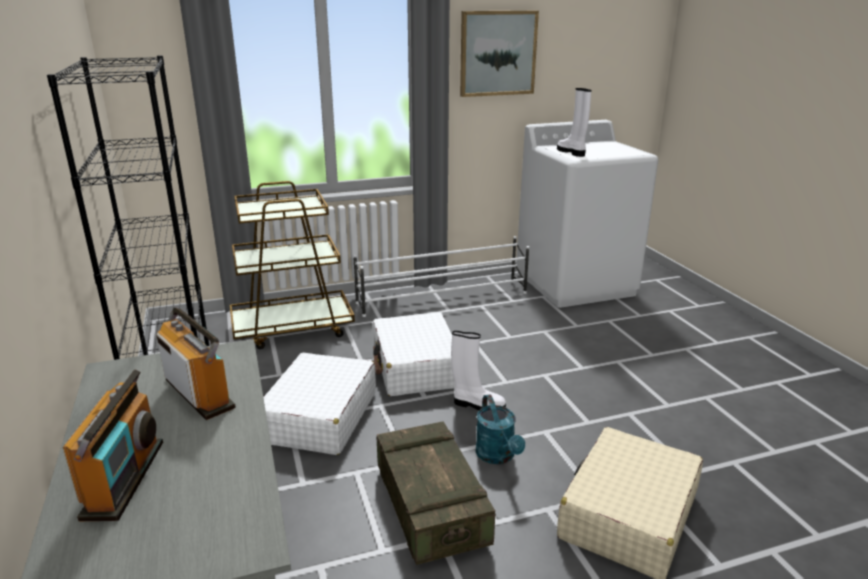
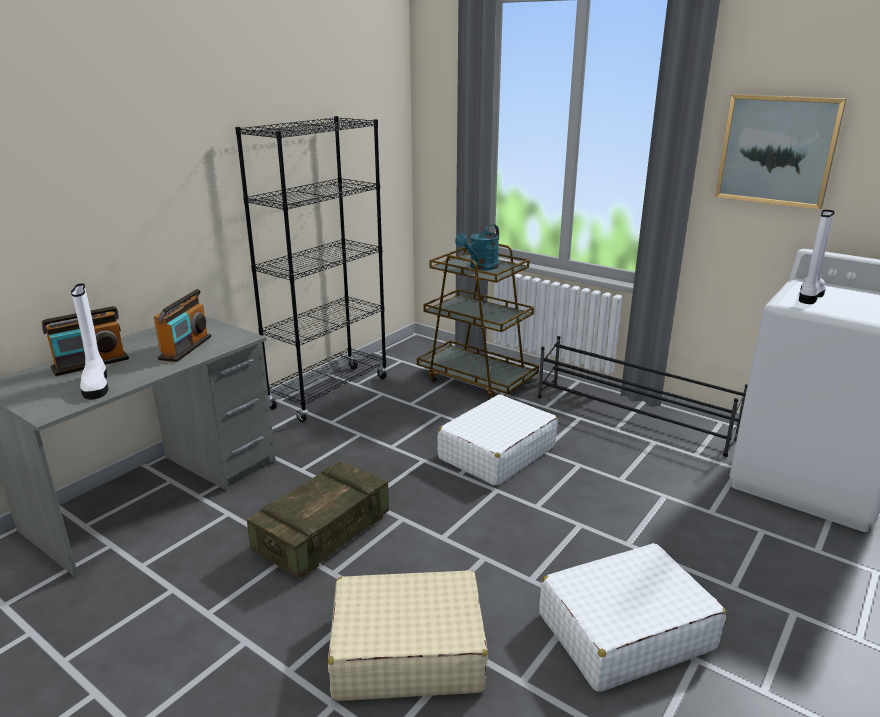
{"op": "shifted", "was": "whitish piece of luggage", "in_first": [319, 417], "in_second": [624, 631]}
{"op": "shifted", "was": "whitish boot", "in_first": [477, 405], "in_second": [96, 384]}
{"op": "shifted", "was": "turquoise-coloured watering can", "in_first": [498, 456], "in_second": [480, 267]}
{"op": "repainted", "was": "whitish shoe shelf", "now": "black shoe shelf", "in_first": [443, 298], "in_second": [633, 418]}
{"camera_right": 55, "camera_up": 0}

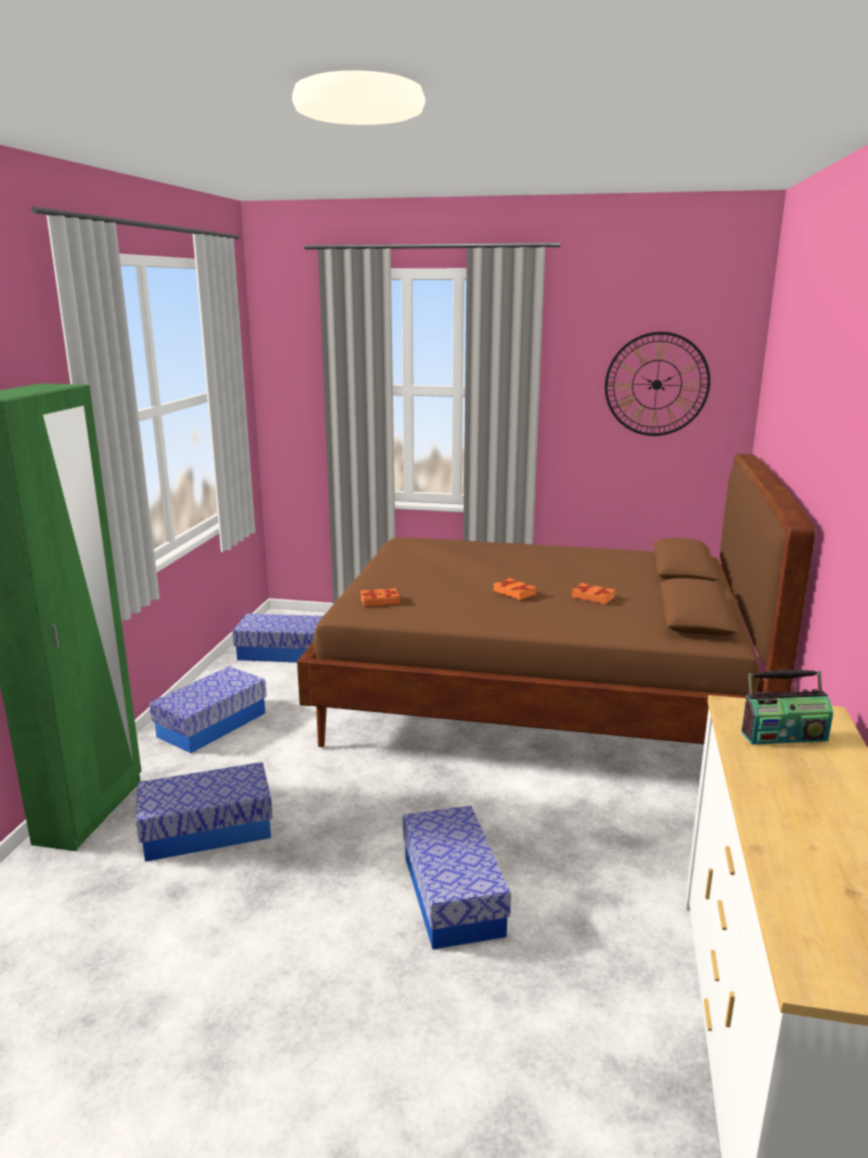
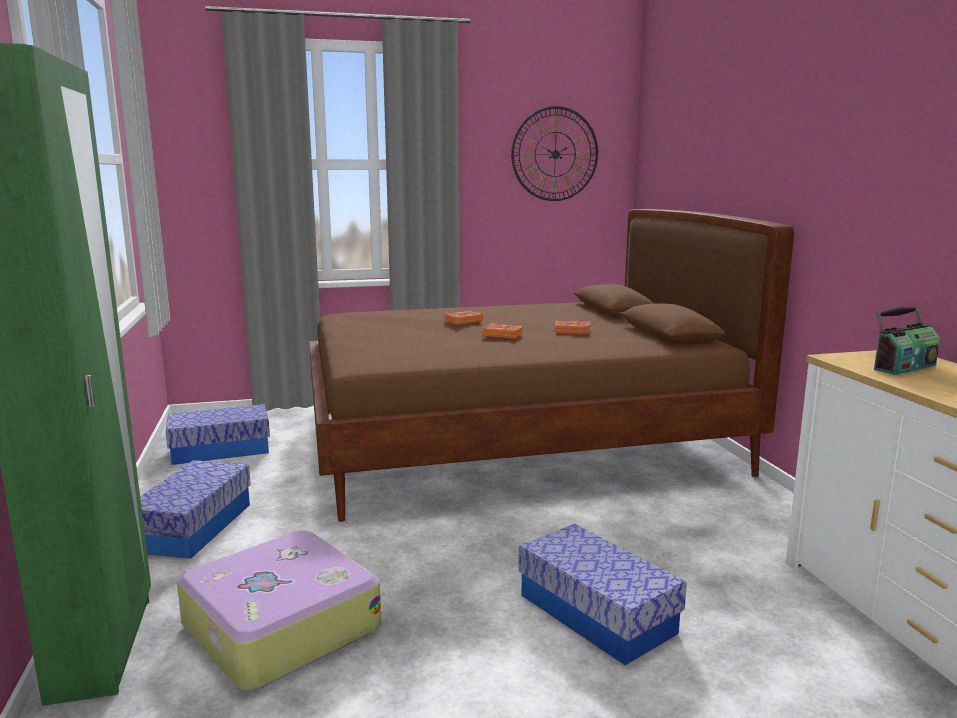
{"op": "shifted", "was": "orangey volume", "in_first": [380, 601], "in_second": [463, 321]}
{"op": "swapped", "was": "storage bin", "now": "piece of luggage", "in_first": [207, 830], "in_second": [279, 626]}
{"camera_right": -25, "camera_up": -5}

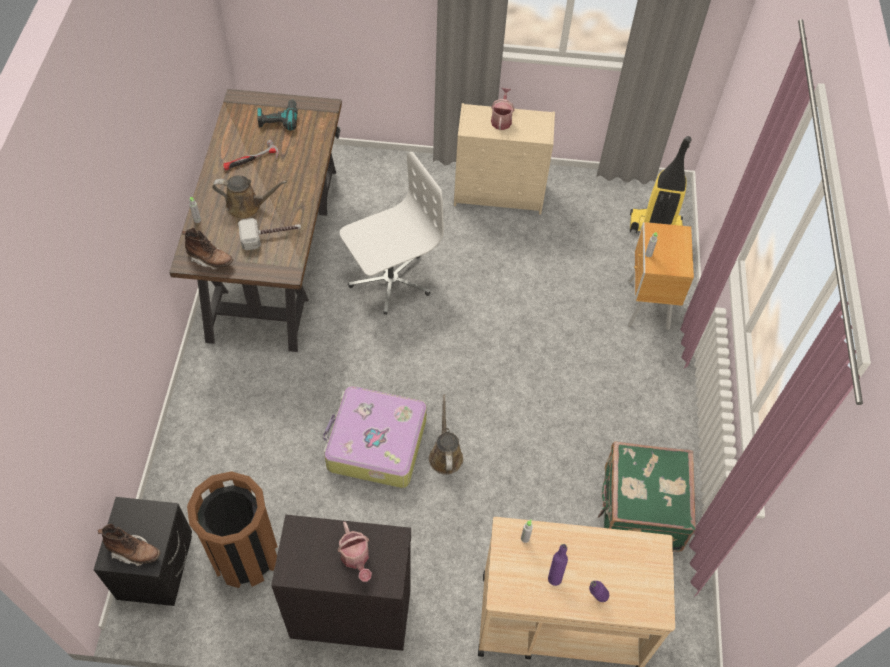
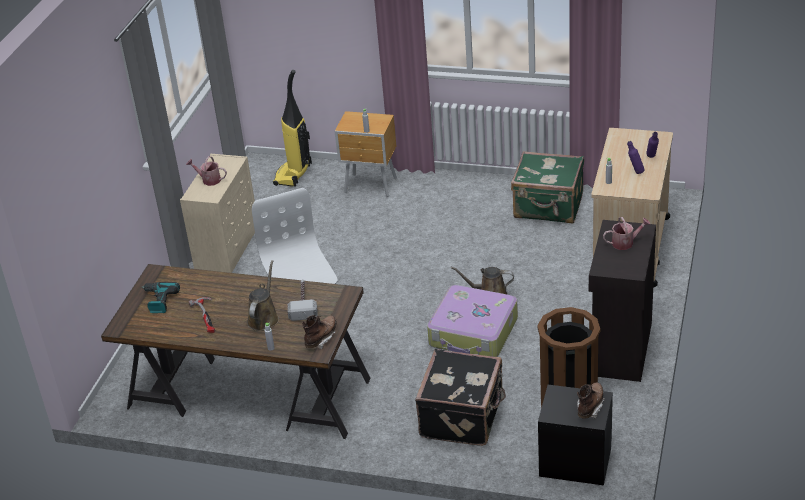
{"op": "new", "now": "black piece of luggage", "in_second": [463, 417]}
{"camera_right": -75, "camera_up": -20}

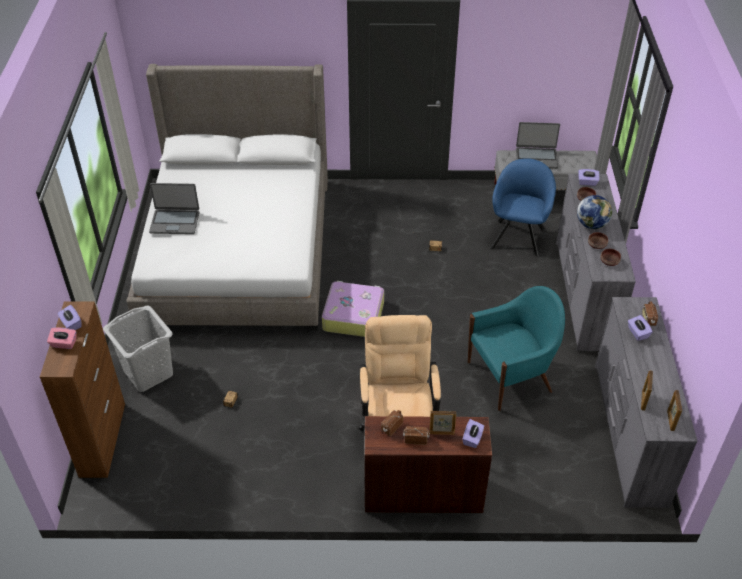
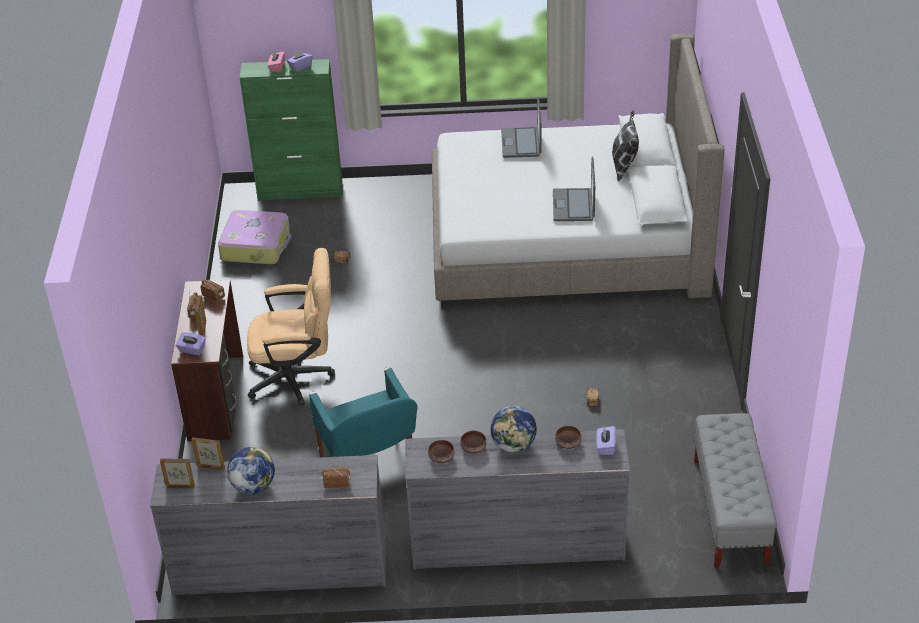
{"op": "gone", "was": "gray laundry basket", "in_first": [148, 372]}
{"op": "gone", "was": "blue lounge chair", "in_first": [518, 235]}
{"op": "gone", "was": "purple-coloured tissue holder", "in_first": [637, 333]}
{"op": "new", "now": "world globe", "in_second": [253, 486]}
{"op": "new", "now": "throw pillow", "in_second": [624, 166]}
{"op": "shifted", "was": "piece of luggage", "in_first": [353, 315], "in_second": [256, 245]}
{"op": "shifted", "was": "laptop", "in_first": [536, 158], "in_second": [574, 206]}
{"op": "repainted", "was": "brown-coloured cabinet", "now": "green-coloured cabinet", "in_first": [103, 439], "in_second": [300, 191]}
{"camera_right": 90, "camera_up": -5}

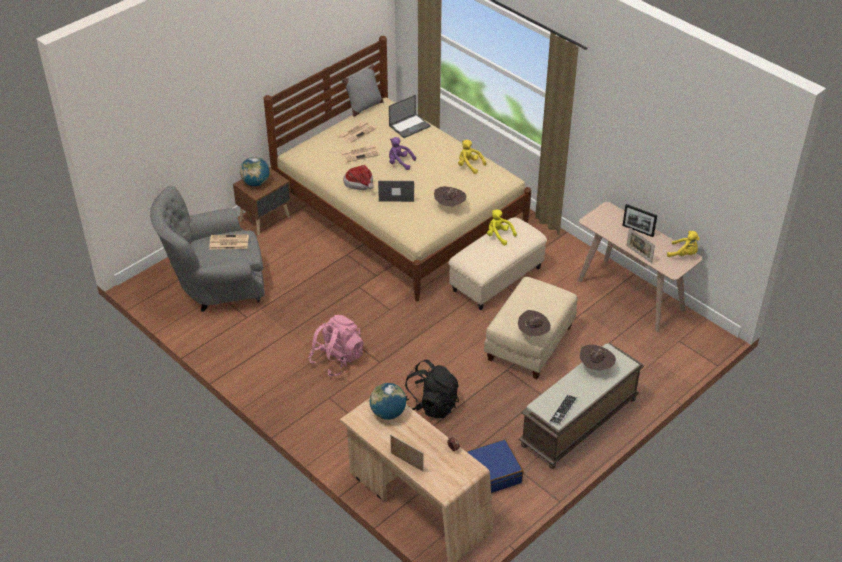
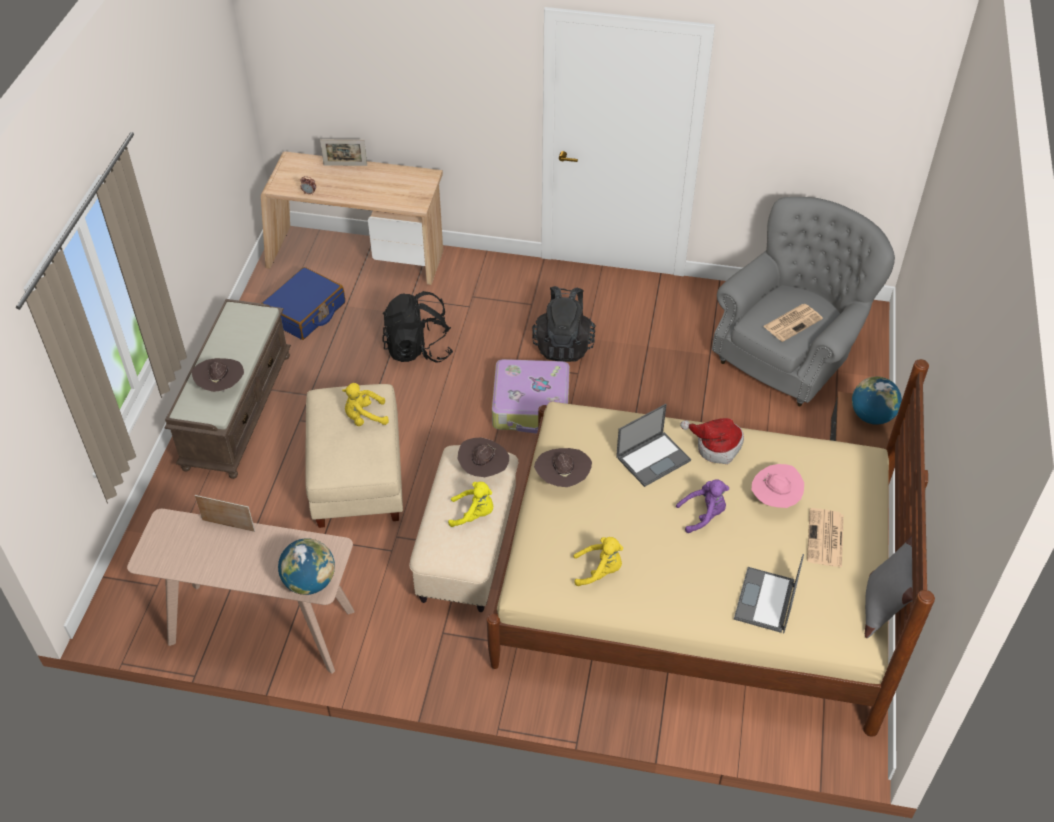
{"op": "gone", "was": "keyboard", "in_first": [563, 410]}
{"op": "gone", "was": "standing frame", "in_first": [638, 231]}
{"op": "new", "now": "piece of luggage", "in_second": [531, 405]}
{"op": "shifted", "was": "world globe", "in_first": [388, 413], "in_second": [310, 582]}
{"op": "shifted", "was": "brown-coloured clothing hat", "in_first": [533, 333], "in_second": [483, 470]}
{"op": "shifted", "was": "yellow soft toy", "in_first": [684, 254], "in_second": [364, 417]}
{"op": "swapped", "was": "newspaper", "now": "pink-coloured clothing hat", "in_first": [360, 153], "in_second": [775, 500]}
{"op": "repainted", "was": "pink-coloured backpack", "now": "black backpack", "in_first": [337, 359], "in_second": [563, 344]}
{"camera_right": 145, "camera_up": 5}

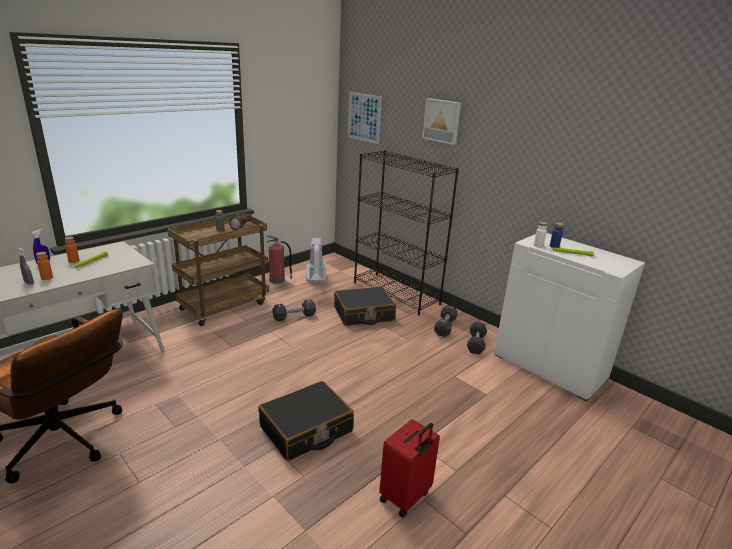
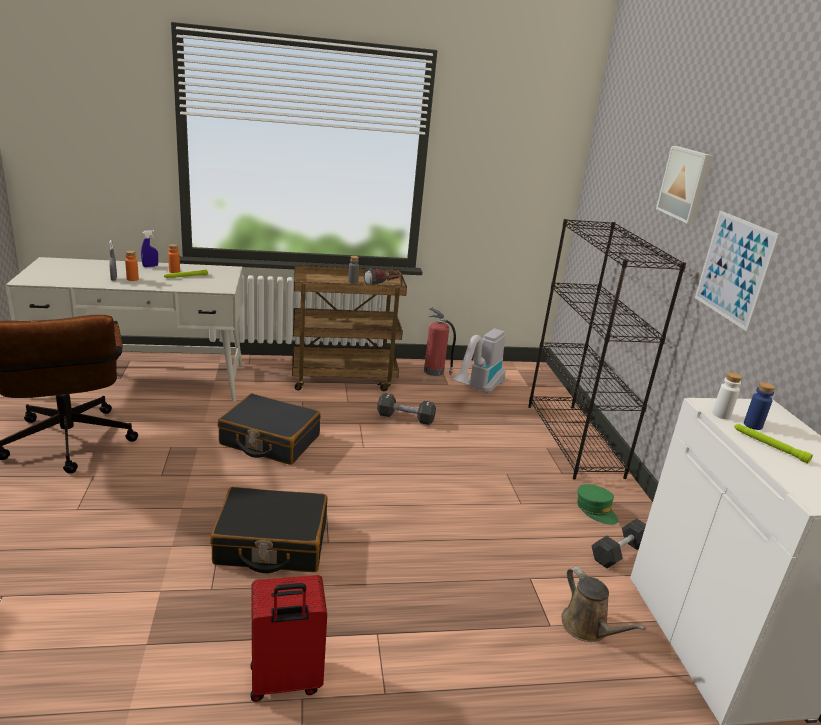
{"op": "new", "now": "brown-coloured watering can", "in_second": [587, 628]}
{"op": "shifted", "was": "black piece of luggage", "in_first": [364, 314], "in_second": [269, 440]}
{"op": "shifted", "was": "wall art", "in_first": [364, 117], "in_second": [733, 269]}
{"op": "swapped", "was": "black dumbbell", "now": "green-coloured cap", "in_first": [445, 327], "in_second": [595, 510]}
{"camera_right": 35, "camera_up": 0}

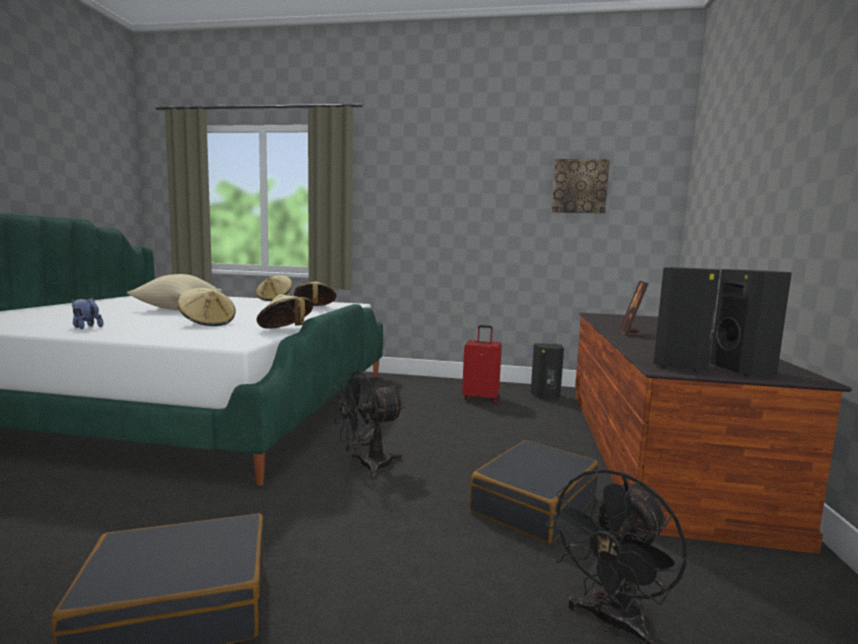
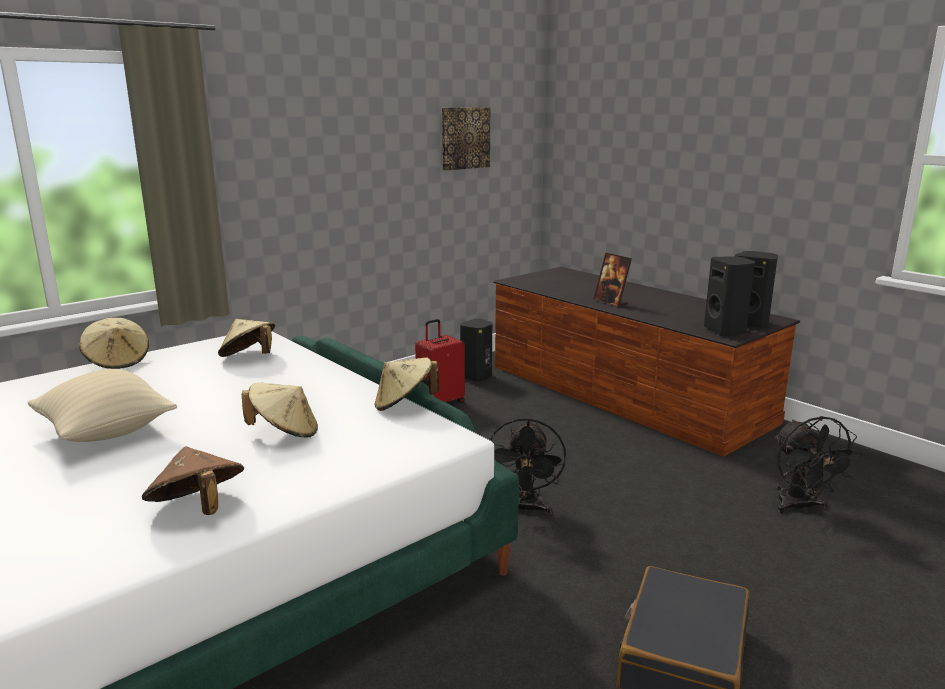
{"op": "gone", "was": "black piece of luggage", "in_first": [533, 504]}
{"op": "swapped", "was": "soft toy", "now": "brown-coloured clothing hat", "in_first": [86, 327], "in_second": [197, 510]}
{"camera_right": -50, "camera_up": 10}

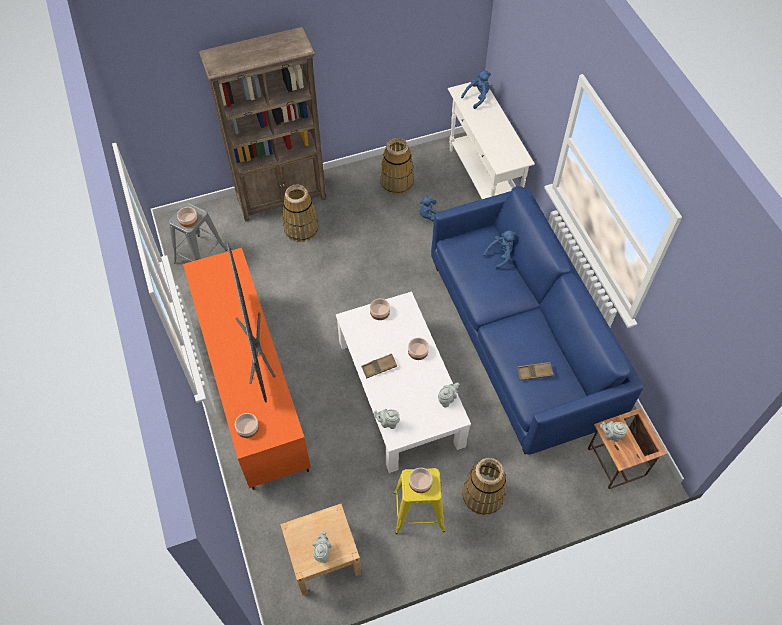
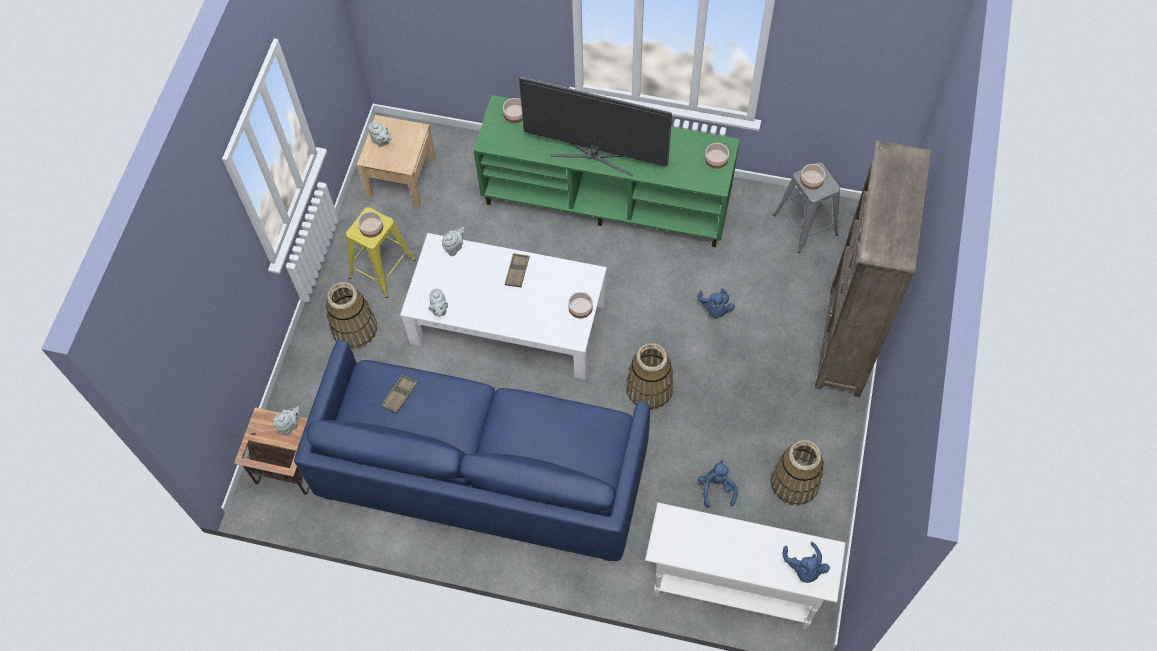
{"op": "shifted", "was": "basket", "in_first": [301, 228], "in_second": [649, 388]}
{"op": "shifted", "was": "serving bowl", "in_first": [417, 351], "in_second": [716, 159]}
{"op": "shifted", "was": "blue soft toy", "in_first": [500, 255], "in_second": [715, 309]}
{"op": "repainted", "was": "orangey media console", "now": "green-coloured media console", "in_first": [252, 387], "in_second": [607, 200]}
{"camera_right": 125, "camera_up": 5}

